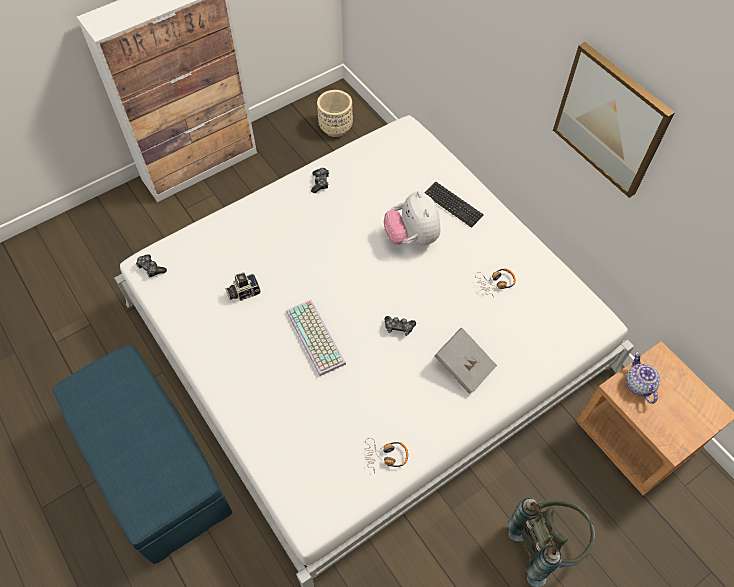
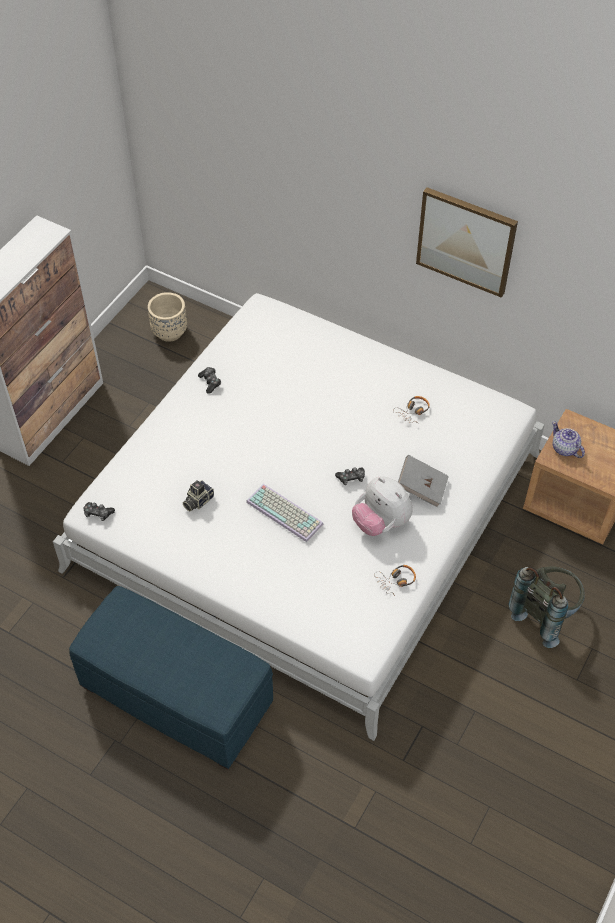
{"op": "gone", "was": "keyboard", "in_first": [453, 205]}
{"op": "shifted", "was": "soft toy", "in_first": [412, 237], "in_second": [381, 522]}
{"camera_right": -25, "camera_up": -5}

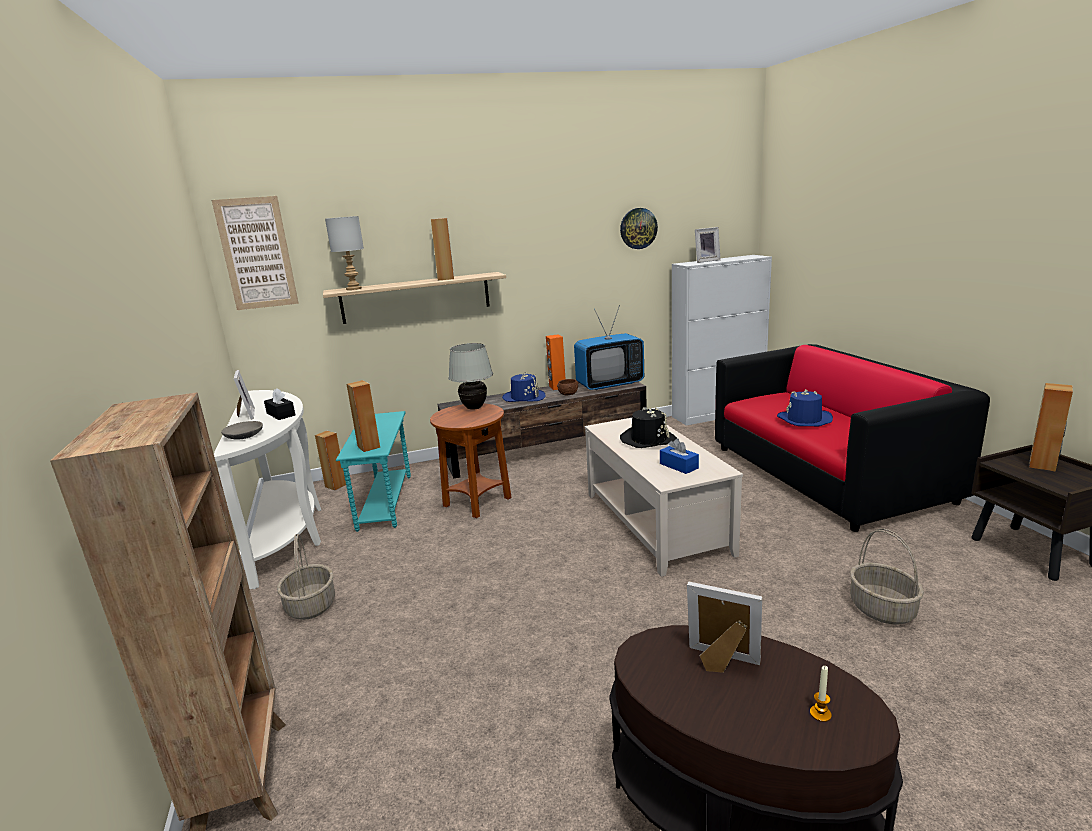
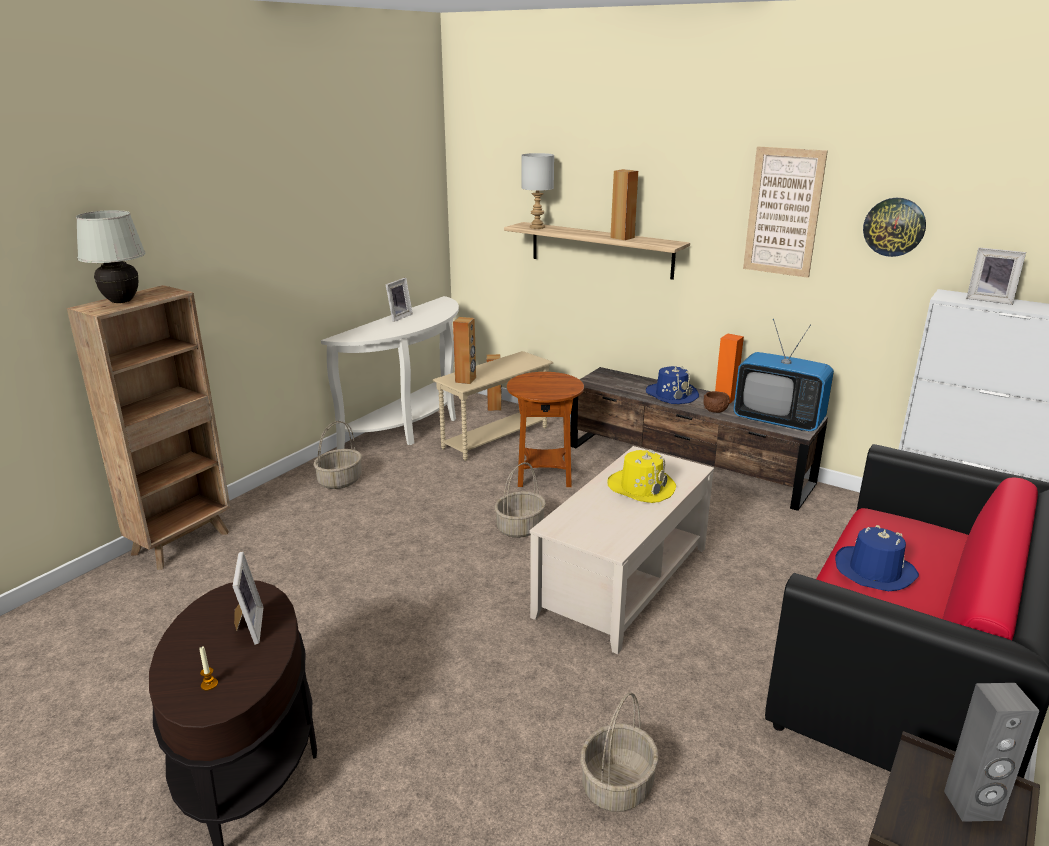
{"op": "gone", "was": "gray serving bowl", "in_first": [243, 436]}
{"op": "gone", "was": "black tissue holder", "in_first": [281, 414]}
{"op": "gone", "was": "blue tissue holder", "in_first": [678, 466]}
{"op": "new", "now": "basket", "in_second": [520, 528]}
{"op": "shifted", "was": "wall art", "in_first": [256, 253], "in_second": [783, 212]}
{"op": "shifted", "was": "whitish lamp for a table", "in_first": [474, 408], "in_second": [121, 302]}
{"op": "repainted", "was": "turquoise-coloured end table", "now": "sand-coloured end table", "in_first": [386, 502], "in_second": [496, 438]}
{"op": "repainted", "was": "black clothing hat", "now": "yellow clothing hat", "in_first": [648, 440], "in_second": [641, 487]}
{"op": "repainted", "was": "brown-coloured speaker", "now": "gray speaker", "in_first": [1043, 465], "in_second": [972, 806]}
{"camera_right": 50, "camera_up": 5}

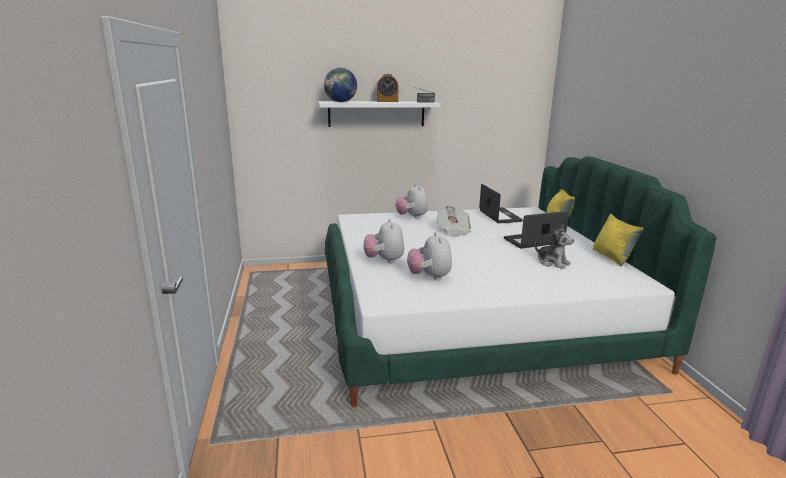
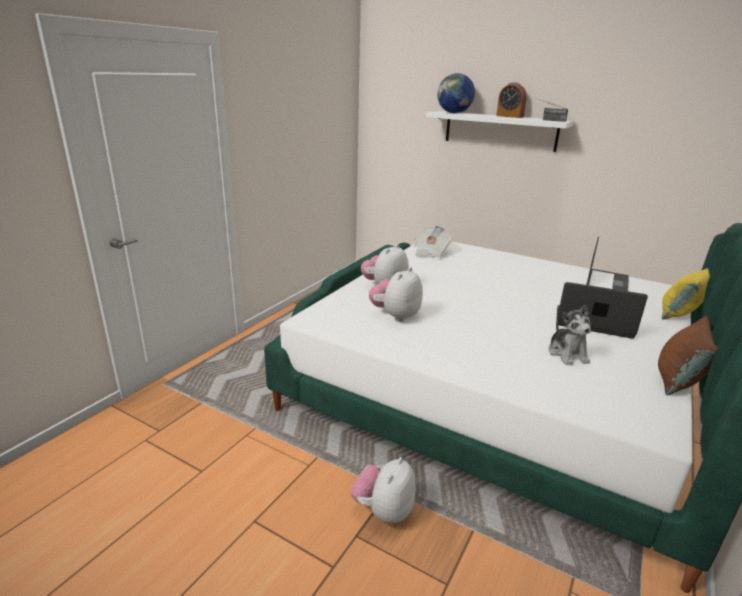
{"op": "shifted", "was": "soft toy", "in_first": [412, 217], "in_second": [384, 510]}
{"op": "shifted", "was": "newspaper", "in_first": [453, 231], "in_second": [430, 253]}
{"op": "repainted", "was": "yellow throw pillow", "now": "brown-coloured throw pillow", "in_first": [612, 257], "in_second": [677, 381]}
{"camera_right": 40, "camera_up": 5}

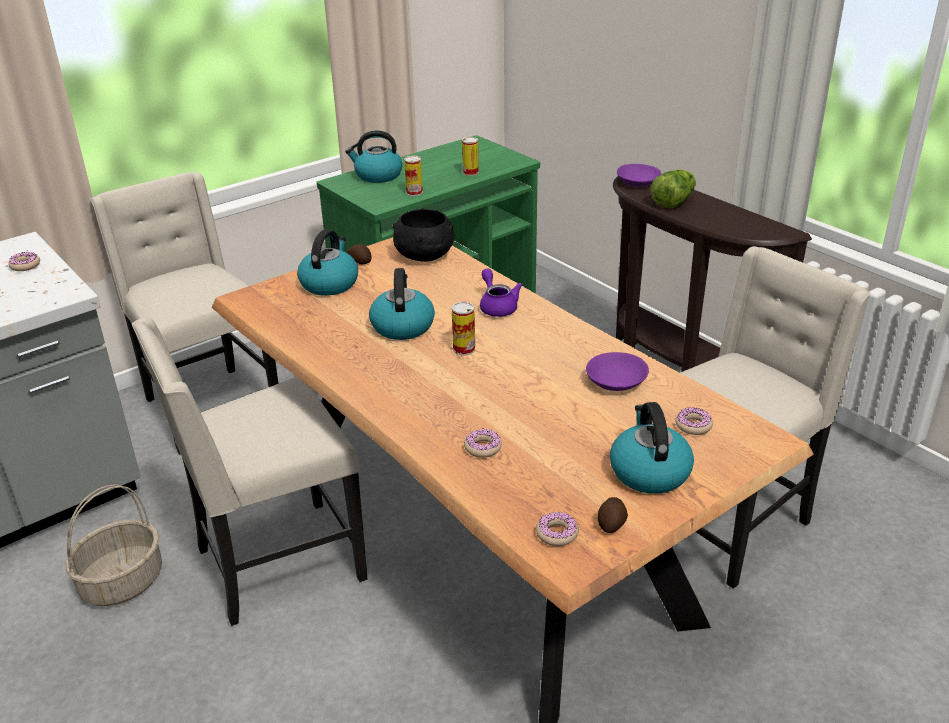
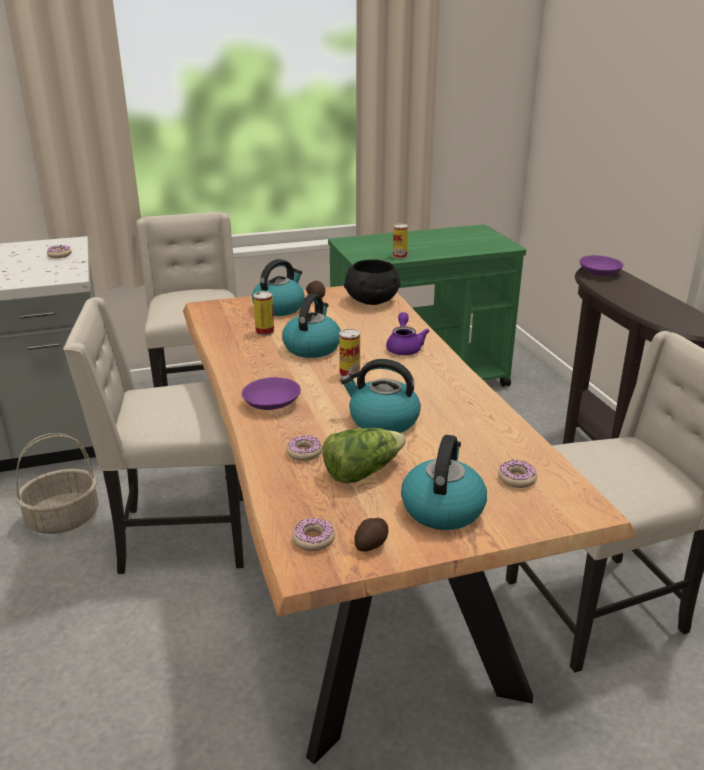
{"op": "shifted", "was": "kettle", "in_first": [377, 176], "in_second": [382, 421]}
{"op": "shifted", "was": "can", "in_first": [470, 172], "in_second": [264, 332]}
{"op": "shifted", "was": "purple-coloured serving bowl", "in_first": [615, 382], "in_second": [270, 404]}
{"op": "shifted", "was": "lettuce", "in_first": [673, 201], "in_second": [362, 471]}
{"camera_right": 20, "camera_up": -5}

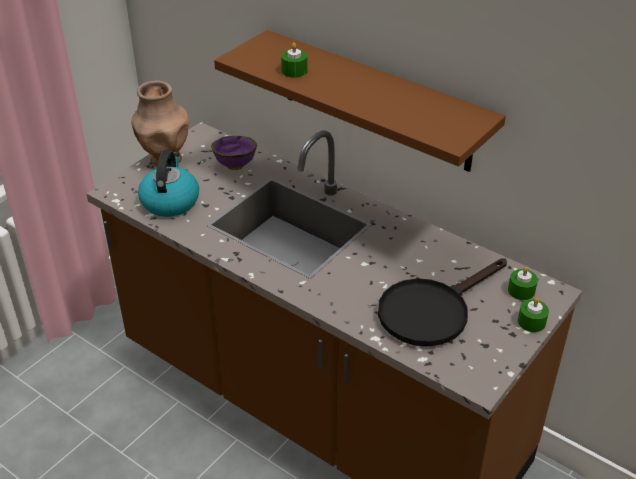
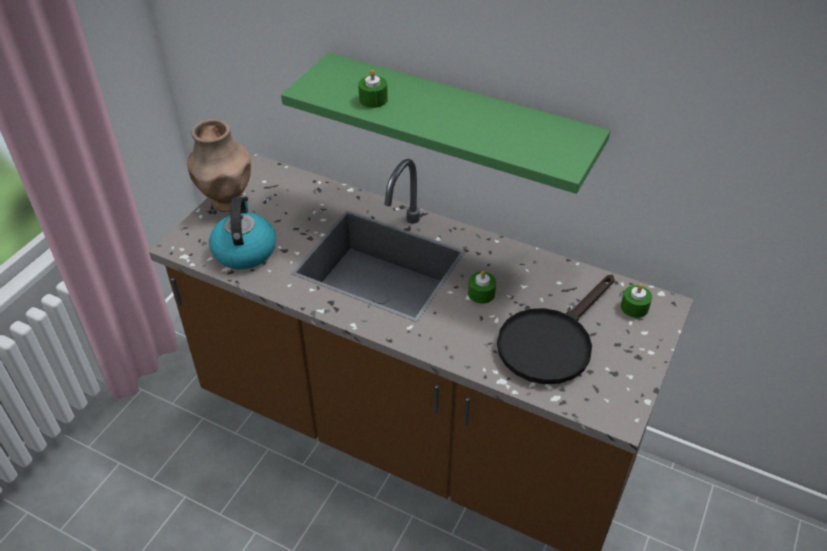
{"op": "gone", "was": "purple-coloured serving bowl", "in_first": [234, 166]}
{"op": "shifted", "was": "green-coloured candle", "in_first": [531, 322], "in_second": [481, 293]}
{"op": "repainted", "was": "brown-coloured bracket shelf", "now": "green-coloured bracket shelf", "in_first": [375, 101], "in_second": [459, 122]}
{"camera_right": -10, "camera_up": 5}

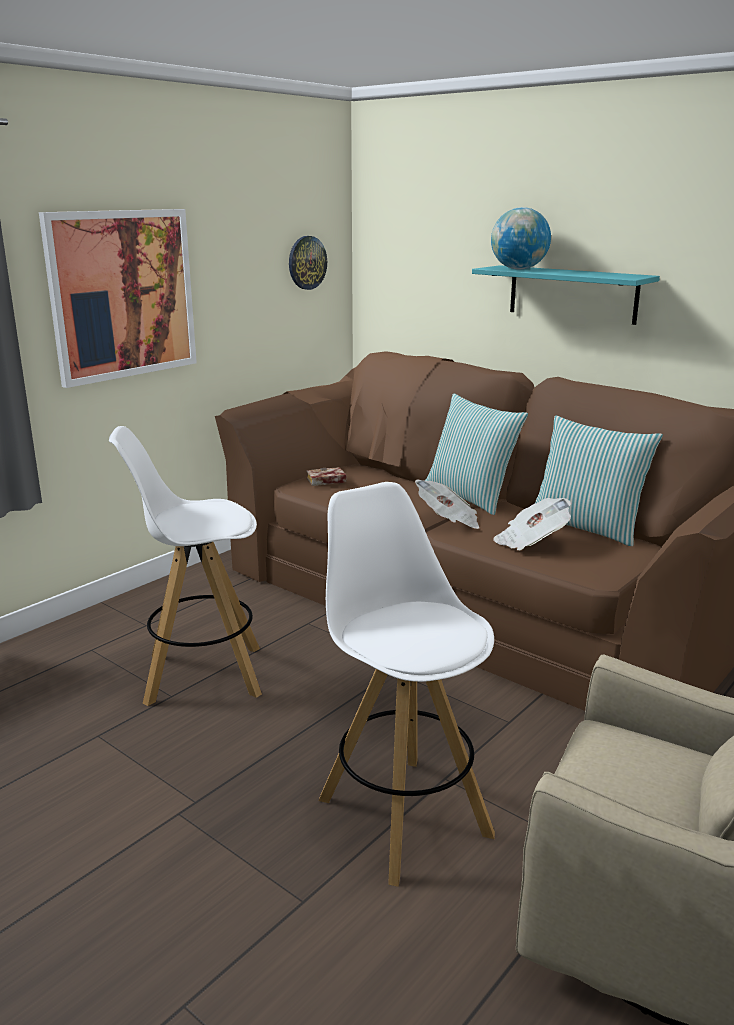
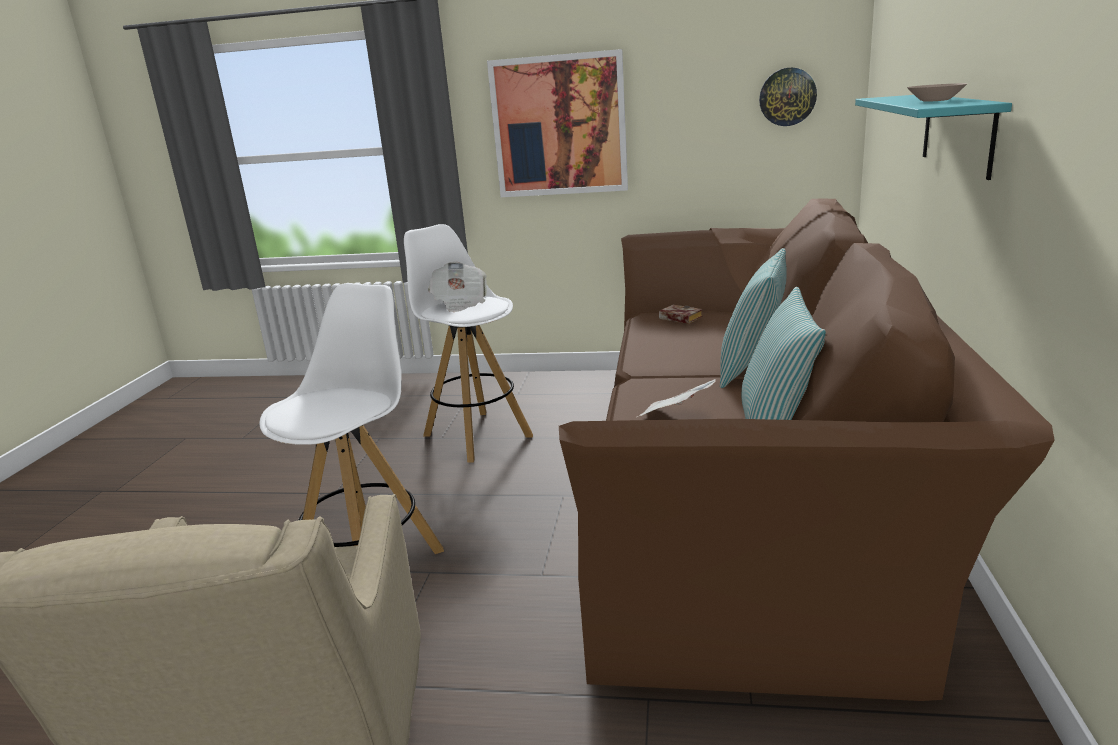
{"op": "gone", "was": "world globe", "in_first": [518, 269]}
{"op": "new", "now": "sand-coloured serving bowl", "in_second": [936, 100]}
{"op": "shifted", "was": "newspaper", "in_first": [448, 521], "in_second": [460, 303]}
{"camera_right": 60, "camera_up": 0}

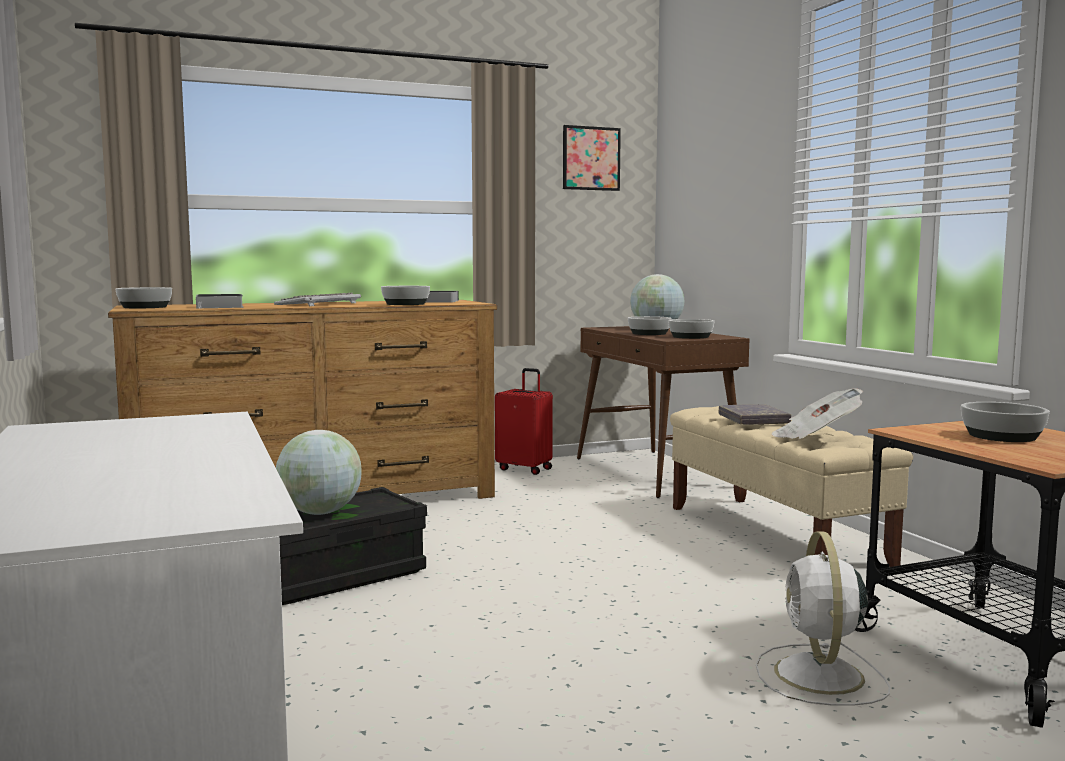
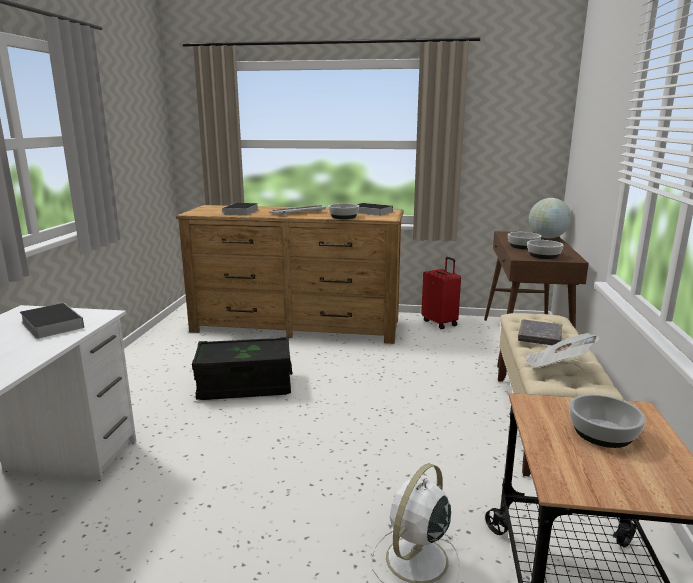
{"op": "gone", "was": "serving bowl", "in_first": [145, 307]}
{"op": "gone", "was": "world globe", "in_first": [320, 513]}
{"op": "gone", "was": "wall art", "in_first": [591, 158]}
{"op": "new", "now": "volume", "in_second": [51, 324]}
{"camera_right": 30, "camera_up": 10}

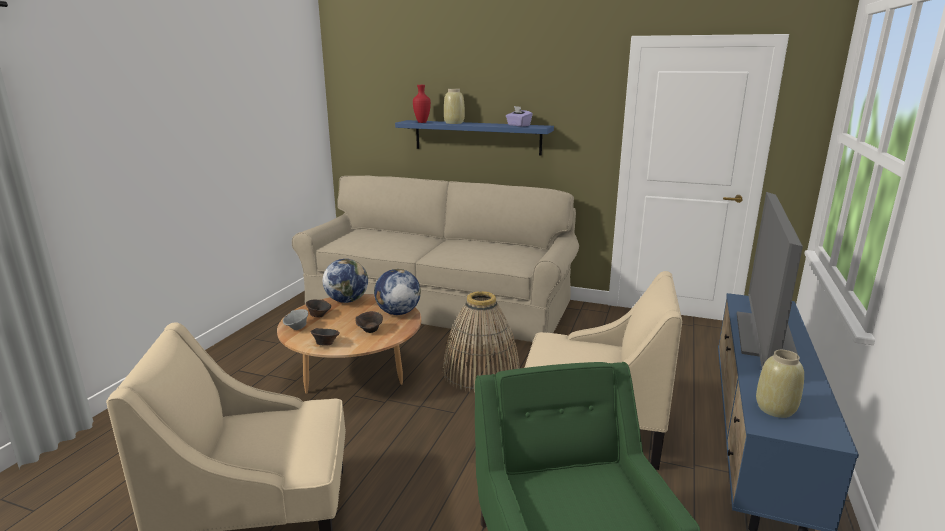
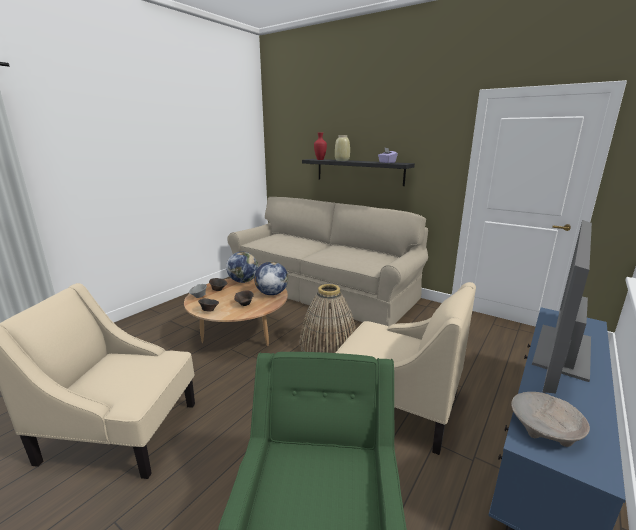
{"op": "swapped", "was": "sand-coloured flower vase", "now": "sand-coloured serving bowl", "in_first": [775, 409], "in_second": [544, 427]}
{"op": "repainted", "was": "blue bracket shelf", "now": "black bracket shelf", "in_first": [477, 137], "in_second": [359, 171]}
{"camera_right": 15, "camera_up": 0}

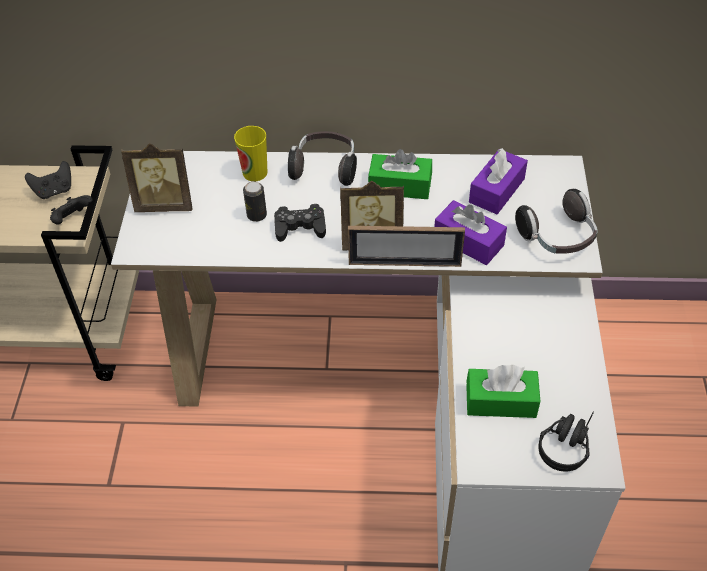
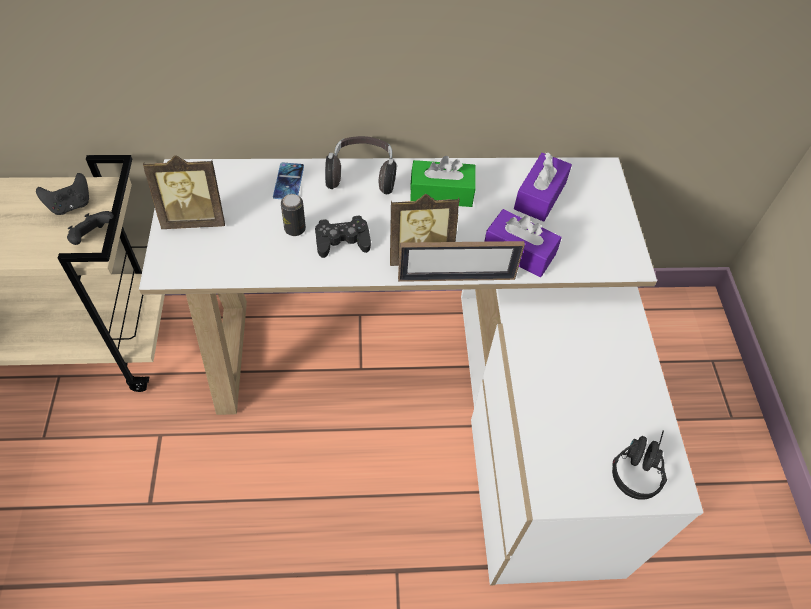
{"op": "gone", "was": "green-coloured tissue holder", "in_first": [500, 401]}
{"op": "gone", "was": "headphones", "in_first": [557, 238]}
{"op": "swapped", "was": "small cup", "now": "handset", "in_first": [255, 172], "in_second": [288, 181]}
{"camera_right": -10, "camera_up": 5}

